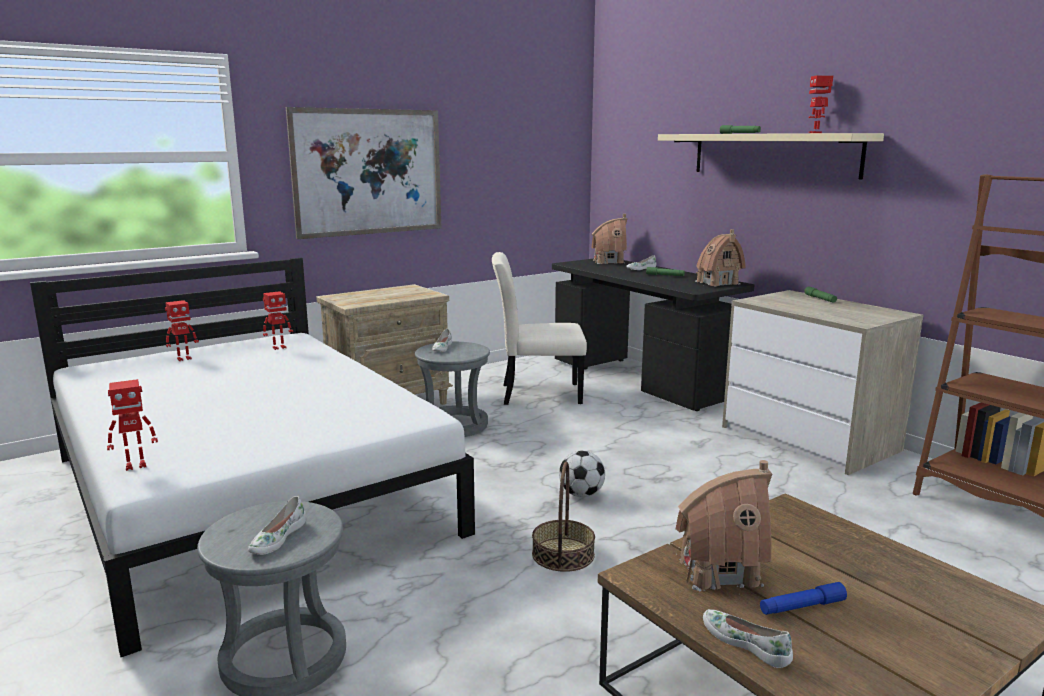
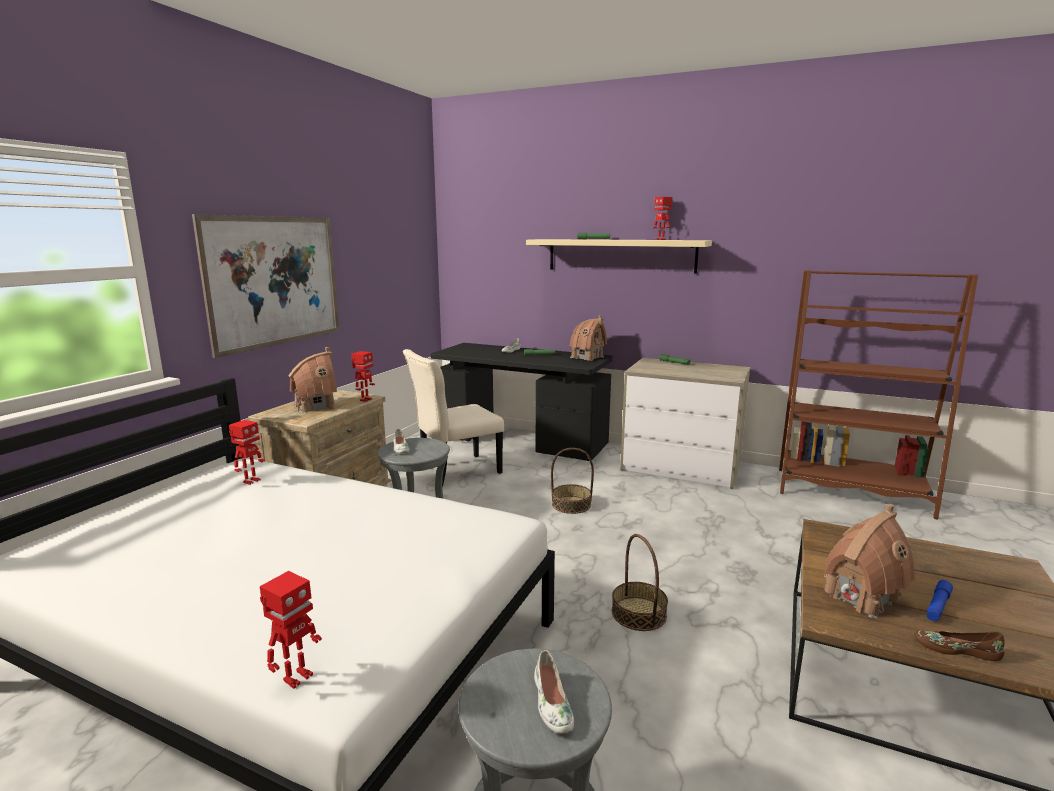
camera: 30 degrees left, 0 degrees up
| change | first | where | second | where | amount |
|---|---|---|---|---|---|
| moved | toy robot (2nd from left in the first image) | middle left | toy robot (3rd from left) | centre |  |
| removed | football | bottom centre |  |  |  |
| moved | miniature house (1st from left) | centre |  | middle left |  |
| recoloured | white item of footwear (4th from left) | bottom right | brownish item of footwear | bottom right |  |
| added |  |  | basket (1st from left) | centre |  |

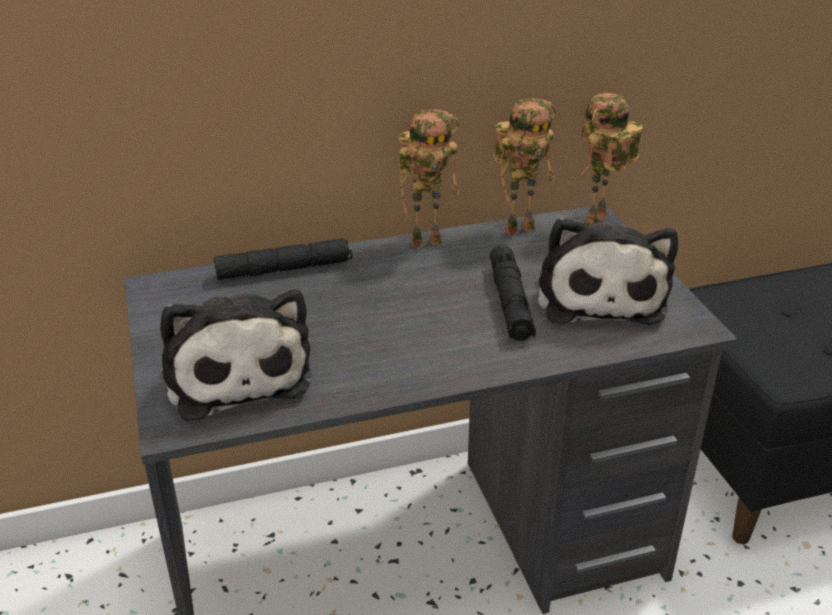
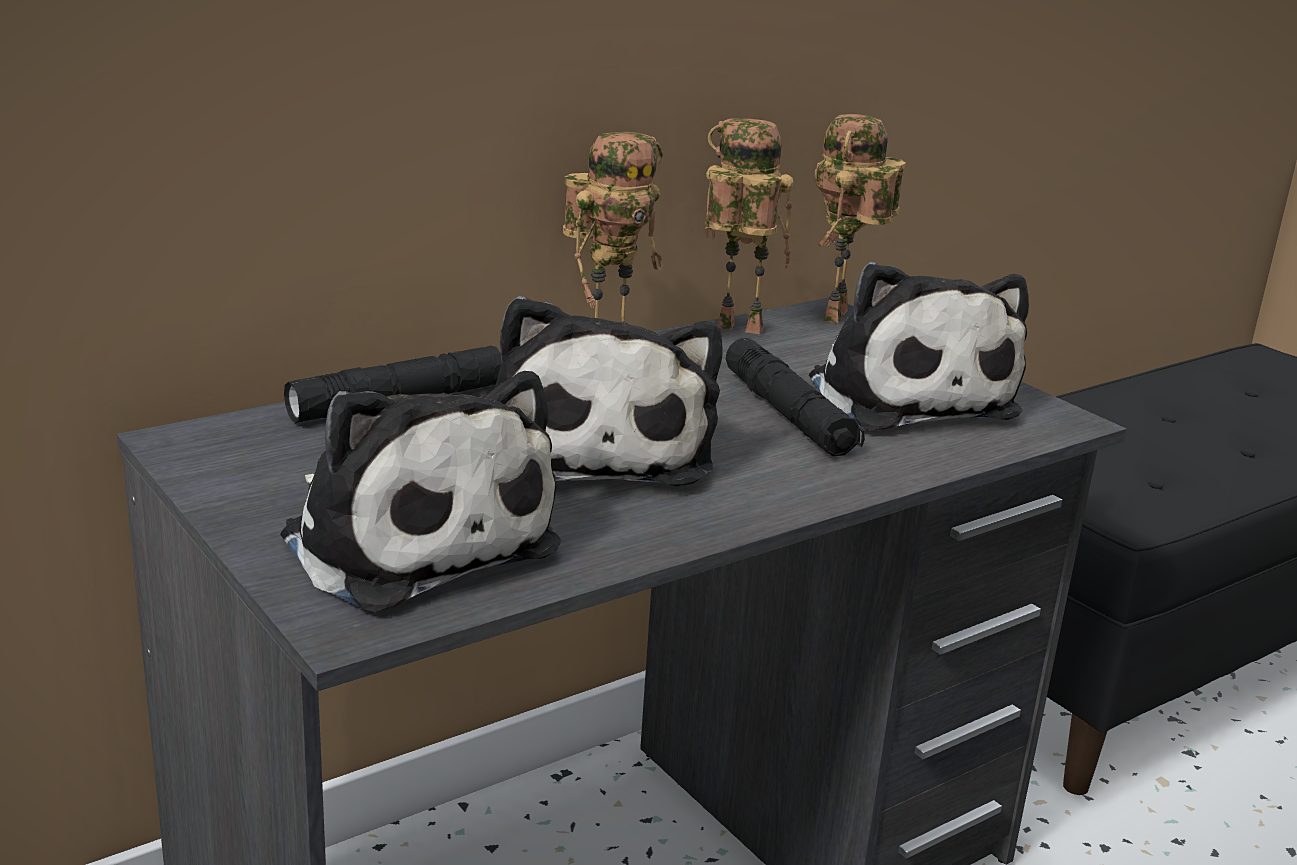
camera: 20 degrees left, 10 degrees down
| change | first | where | second | where | amount |
|---|---|---|---|---|---|
| turned | toy robot (2nd from left) | top centre |  | top centre | 120 degrees counterclockwise |
| added |  |  | soft toy (2nd from left) | centre |  |

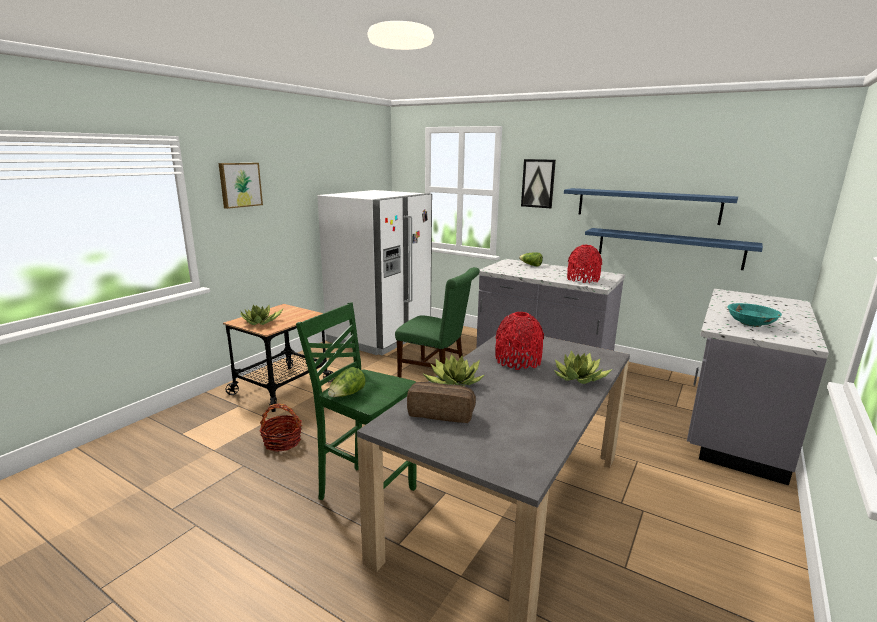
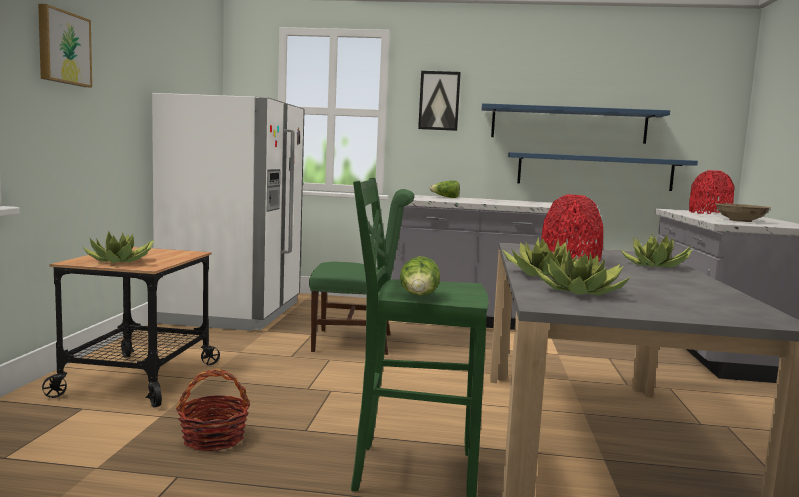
camera: 25 degrees left, 10 degrees down
| change | first | where | second | where | amount |
|---|---|---|---|---|---|
| replaced | bread | centre | houseplant (3rd from left) | middle right |  |
| moved | red decorative vase (2nd from left) | centre |  | middle right |  |
| recoloured | blue-green deep dish | middle right | beige deep dish | middle right |  |

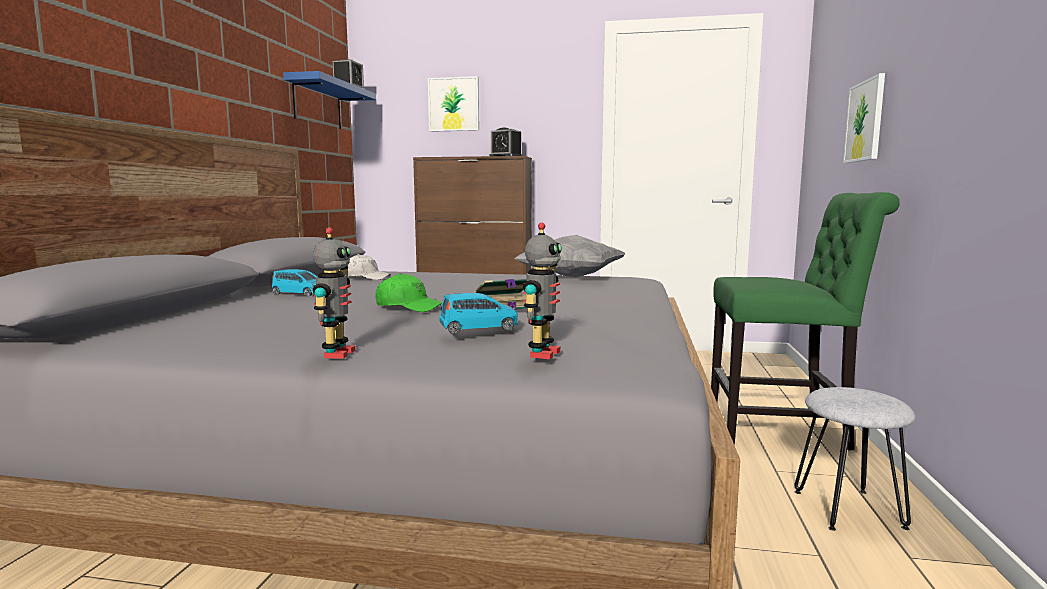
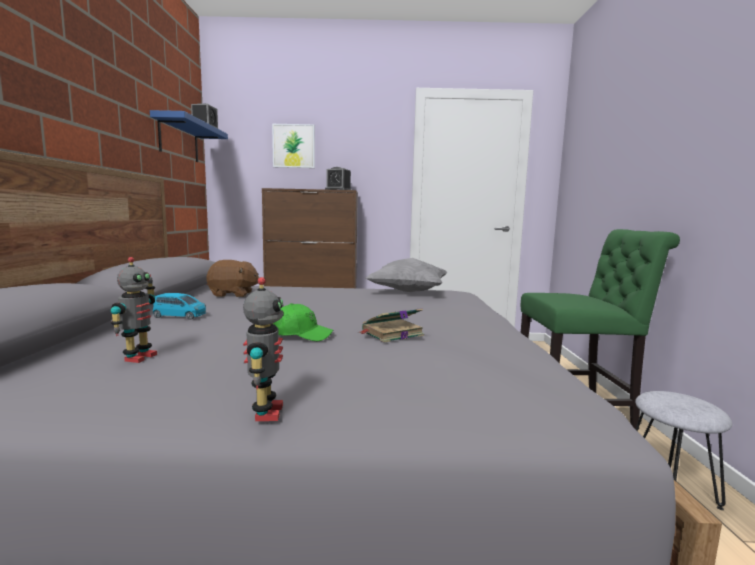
camera: 10 degrees left, 0 degrees up
| change | first | where | second | where | amount |
|---|---|---|---|---|---|
| replaced | white cap | centre | brownish soft toy | middle left |  |
| removed | bluish model car (2nd from left) | centre |  |  |  |
| moved | toy robot (2nd from left in the first image) | centre | toy robot (1st from left) | middle left |  |
| removed | picture (2nd from left) | top right |  |  |  |

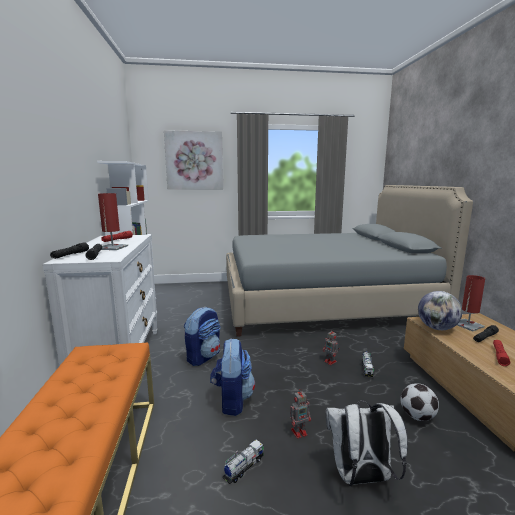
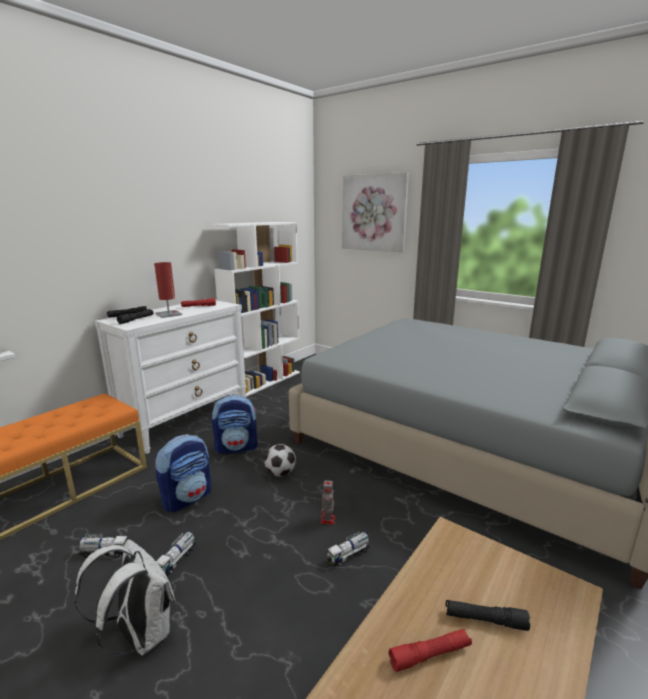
camera: 45 degrees right, 5 degrees up
| change | first | where | second | where | amount |
|---|---|---|---|---|---|
| replaced | toy robot (1st from left) | bottom centre | toy lorry (2nd from left) | bottom left |  |
| moved | football | bottom right |  | centre |  |
| removed | world globe | middle right |  |  |  |
| removed | red table lamp (2nd from left) | middle right |  |  |  |

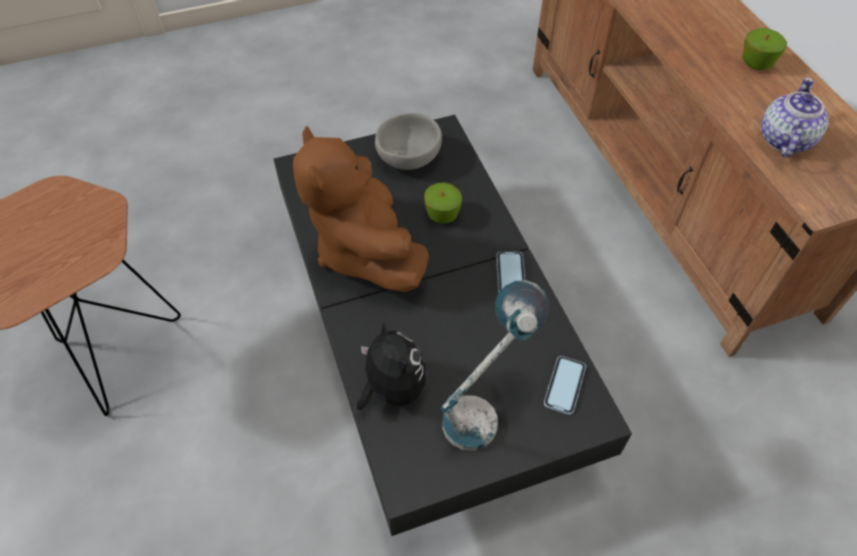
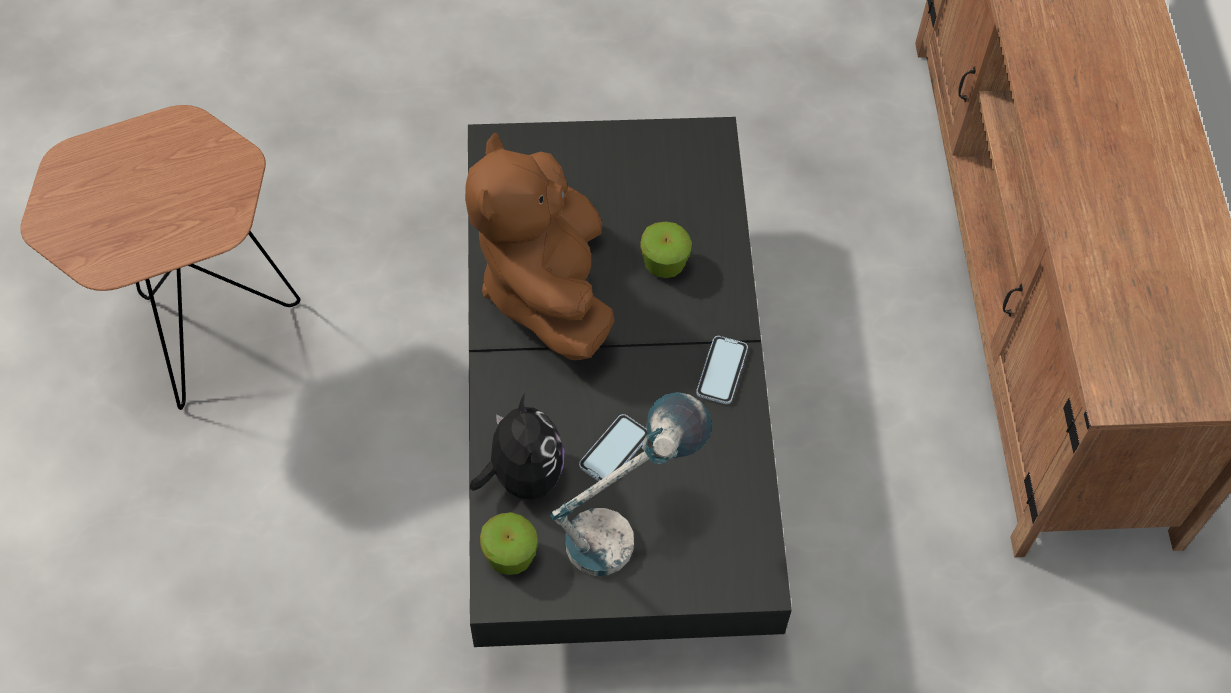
camera: 15 degrees right, 5 degrees up
| change | first | where | second | where | amount |
|---|---|---|---|---|---|
| removed | grey deep dish | top centre |  |  |  |
| moved | handset (2nd from left in the first image) | bottom centre | handset (1st from left) | centre |  |
| moved | apple (2nd from left in the first image) | top right | apple (1st from left) | bottom centre |  |
| removed | tea pot | top right |  |  |  |

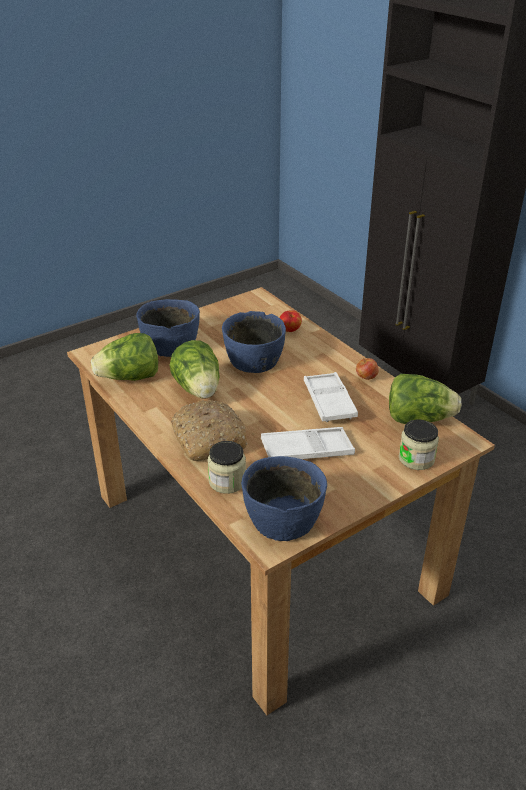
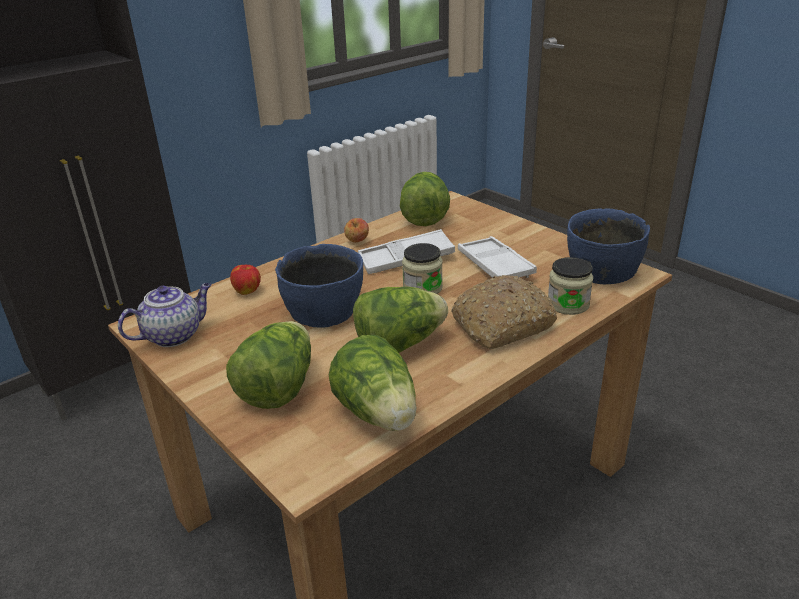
camera: 95 degrees left, 5 degrees down
| change | first | where | second | where | amount |
|---|---|---|---|---|---|
| replaced | bluish deep dish (1st from left) | middle left | lettuce (1st from left) | centre |  |
| moved | storage jar (2nd from left in the first image) | middle right | storage jar (1st from left) | centre |  |
| added |  |  | tea pot | middle left |  |

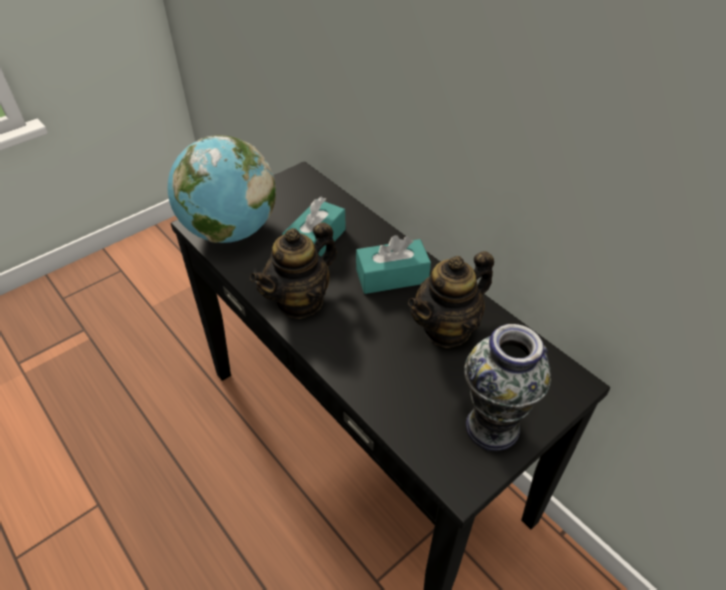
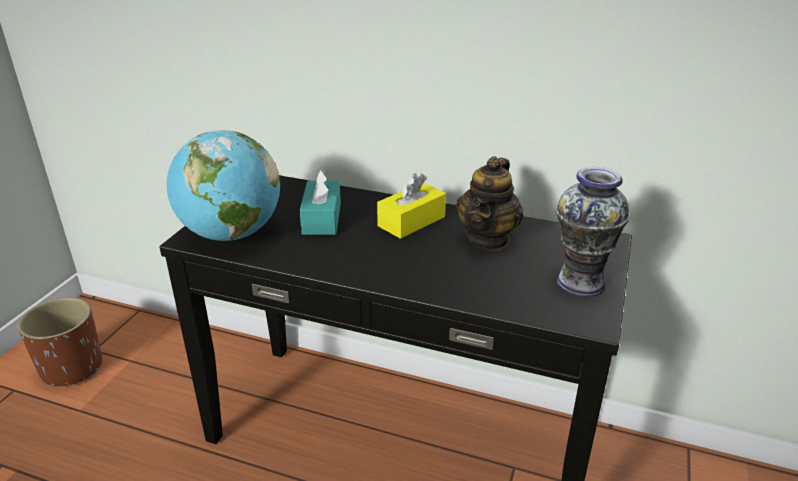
camera: 30 degrees left, 15 degrees down
| change | first | where | second | where | amount |
|---|---|---|---|---|---|
| removed | tea pot (1st from left) | centre |  |  |  |
| recoloured | blue-green tissue holder (2nd from left) | centre | yellowish tissue holder | centre |  |
| added |  |  | brownish planter | bottom left |  |

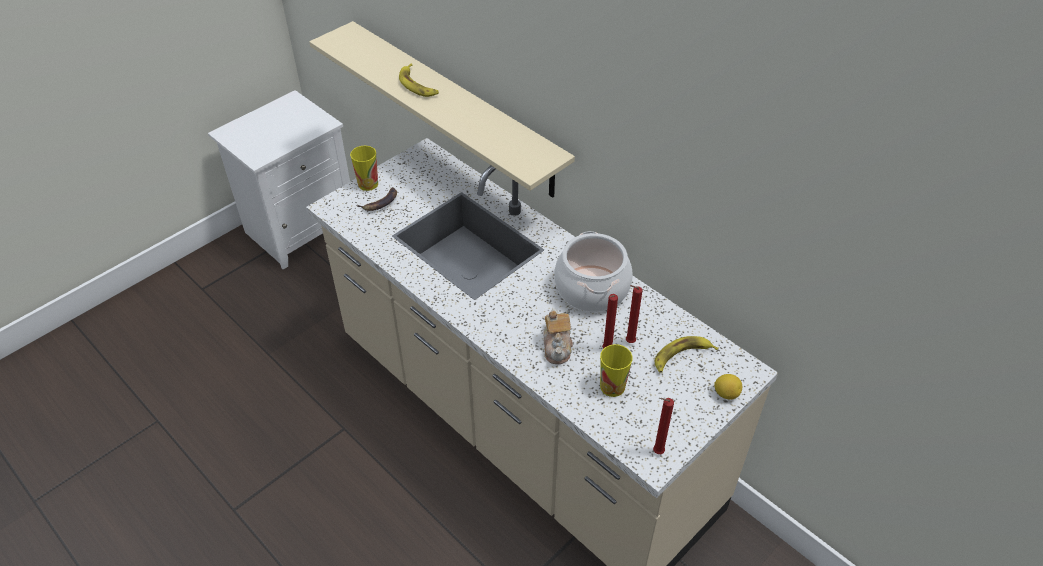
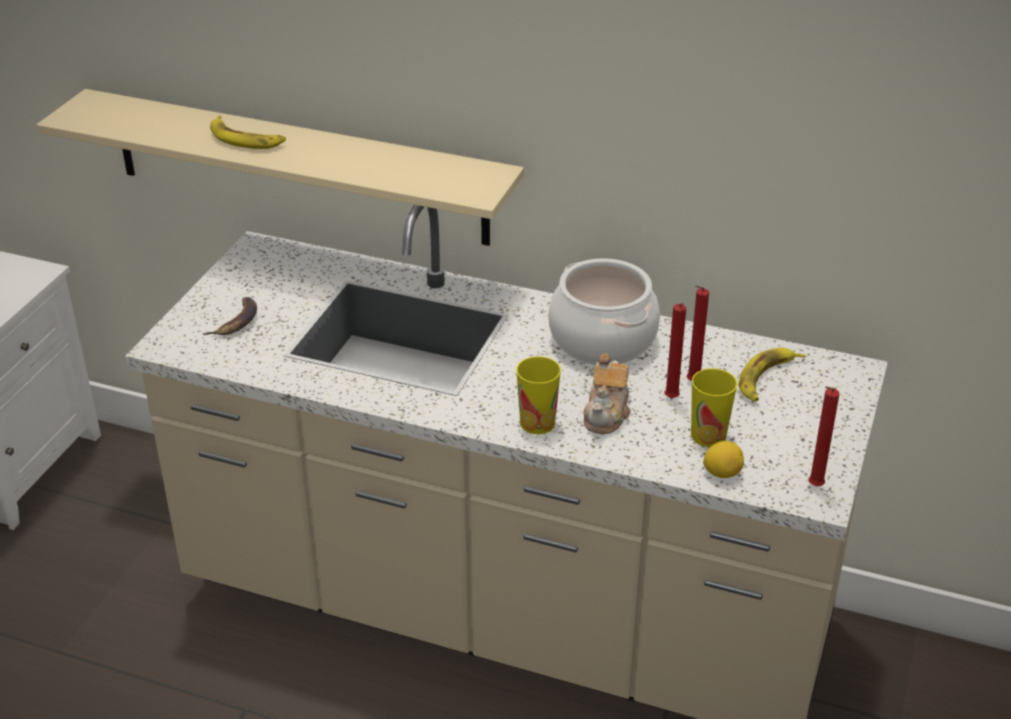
camera: 25 degrees left, 10 degrees down
| change | first | where | second | where | amount |
|---|---|---|---|---|---|
| moved | small cup (1st from left) | top centre |  | centre |  |
| turned | tea pot | centre |  | centre | 45 degrees clockwise |
| moved | lemon | bottom right |  | middle right |  |

